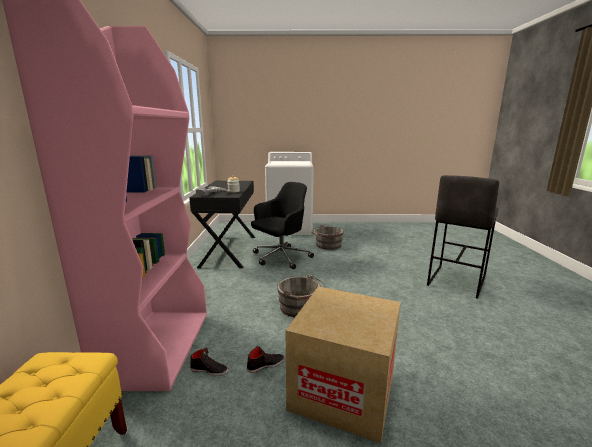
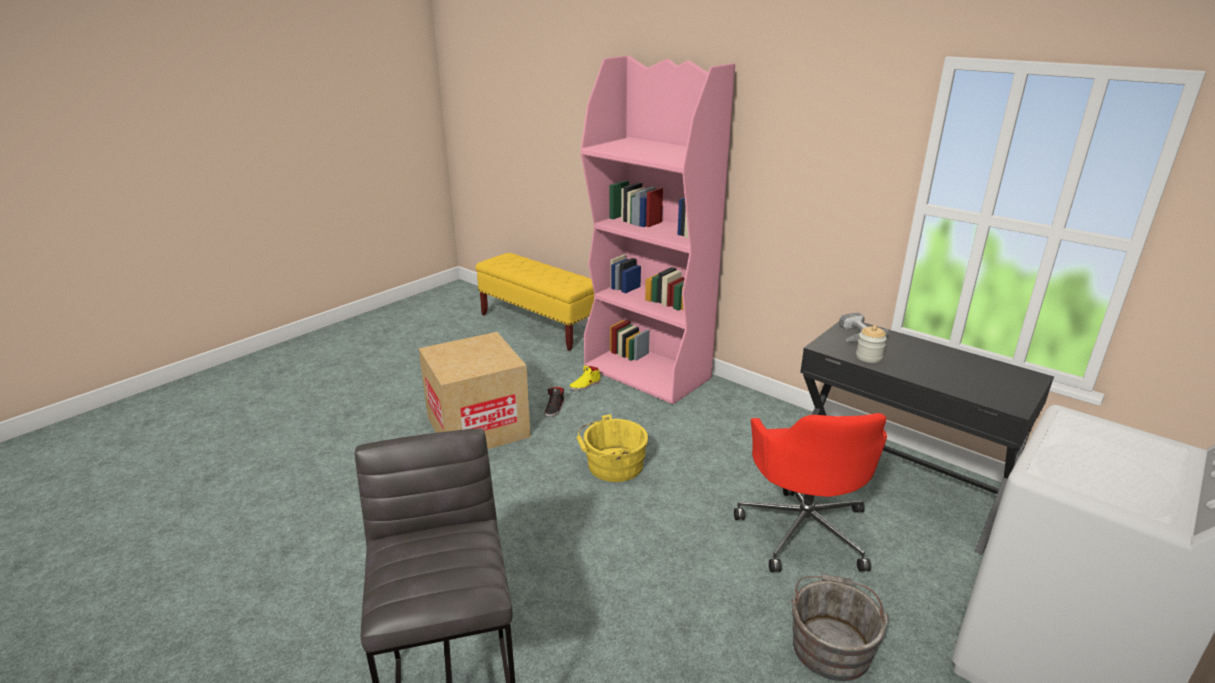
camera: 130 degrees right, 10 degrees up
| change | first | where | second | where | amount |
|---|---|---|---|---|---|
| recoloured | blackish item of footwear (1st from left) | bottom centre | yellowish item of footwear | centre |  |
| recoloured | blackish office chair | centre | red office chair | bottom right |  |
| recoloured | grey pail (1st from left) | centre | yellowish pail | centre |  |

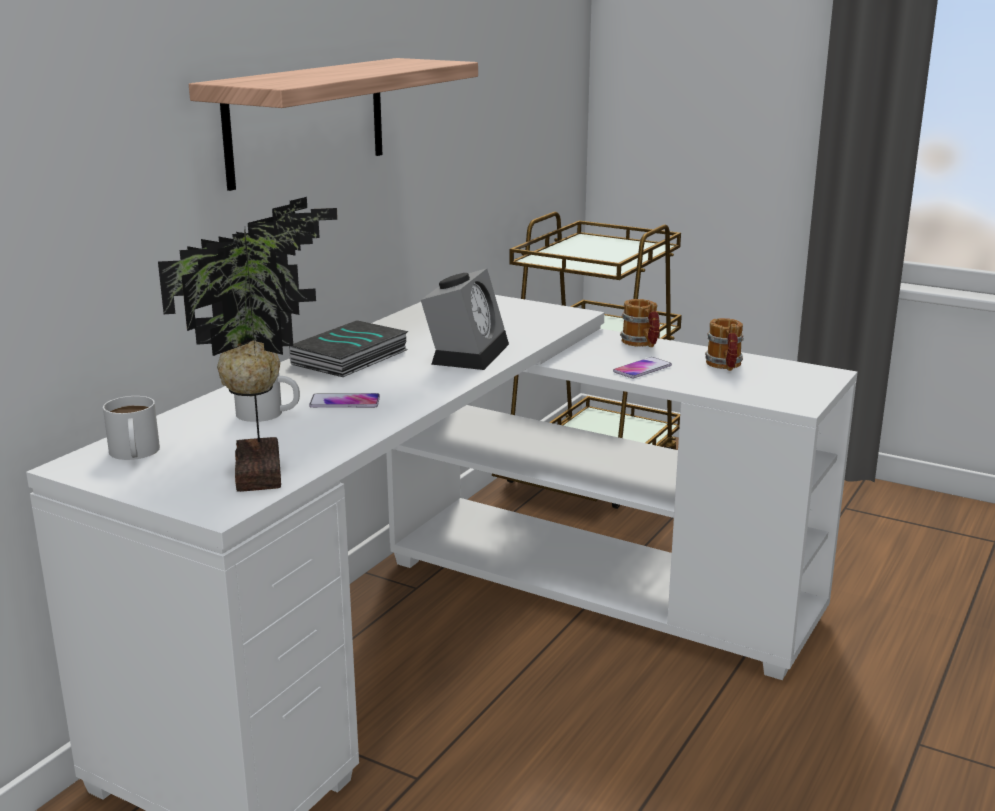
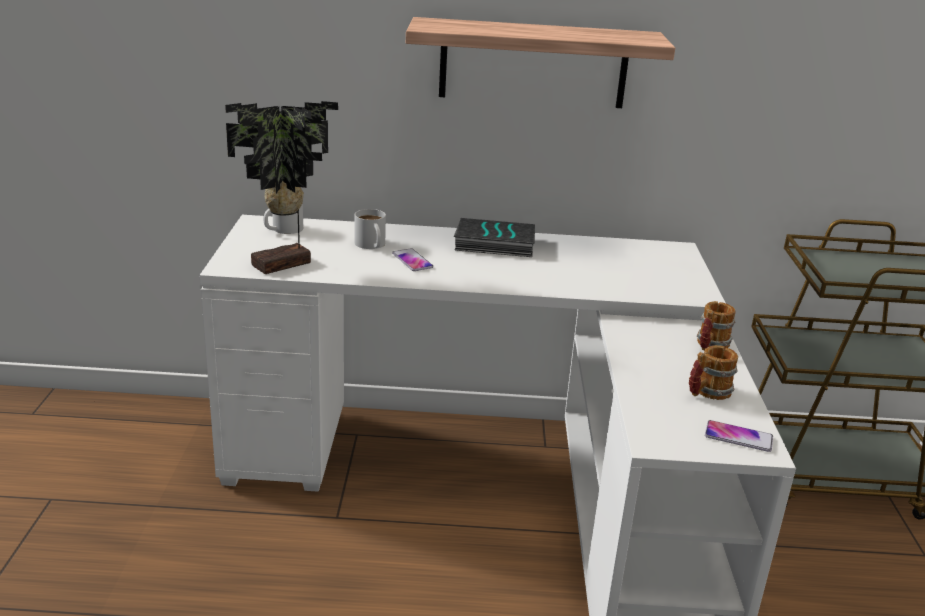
camera: 60 degrees right, 5 degrees up
| change | first | where | second | where | amount |
|---|---|---|---|---|---|
| removed | bedside clock | centre |  |  |  |
| moved | handset (2nd from left) | centre |  | bottom right |  |

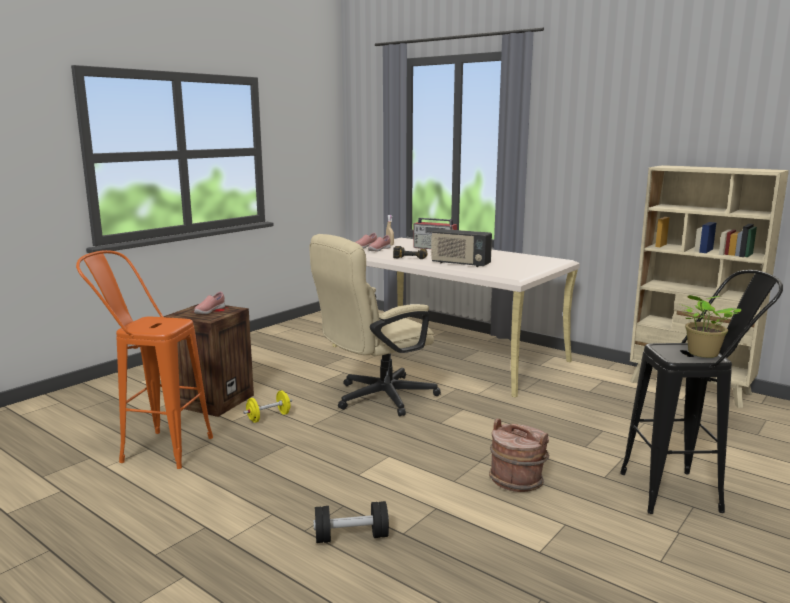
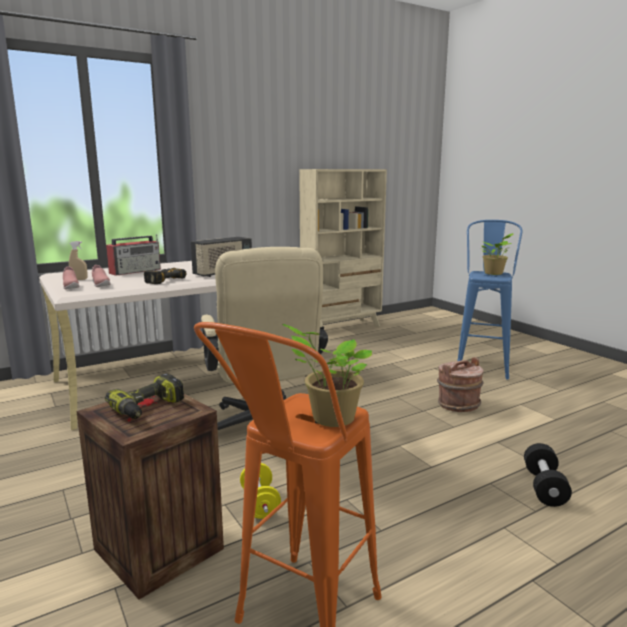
camera: 70 degrees left, 0 degrees up
| change | first | where | second | where | amount |
|---|---|---|---|---|---|
| replaced | pink item of footwear (1st from left) | middle left | power drill (1st from left) | middle left |  |
| recoloured | blackish stool | middle right | bluish stool | middle right |  |
| added |  |  | houseplant (1st from left) | centre |  |

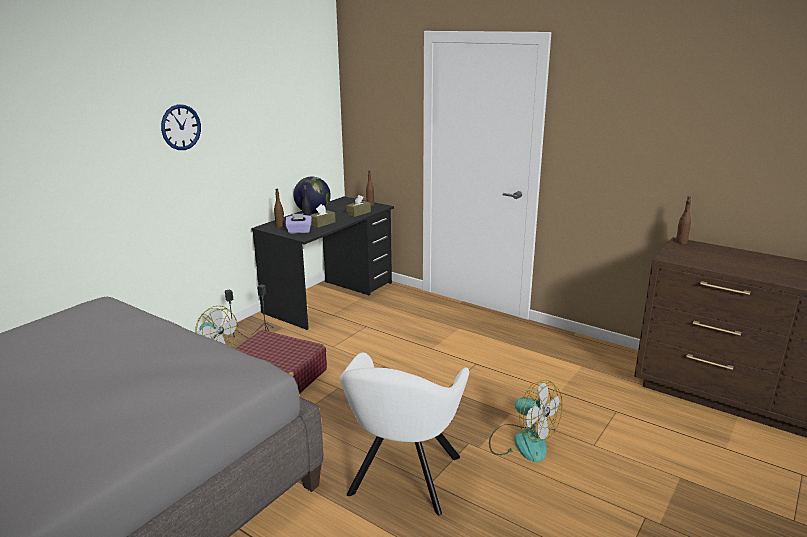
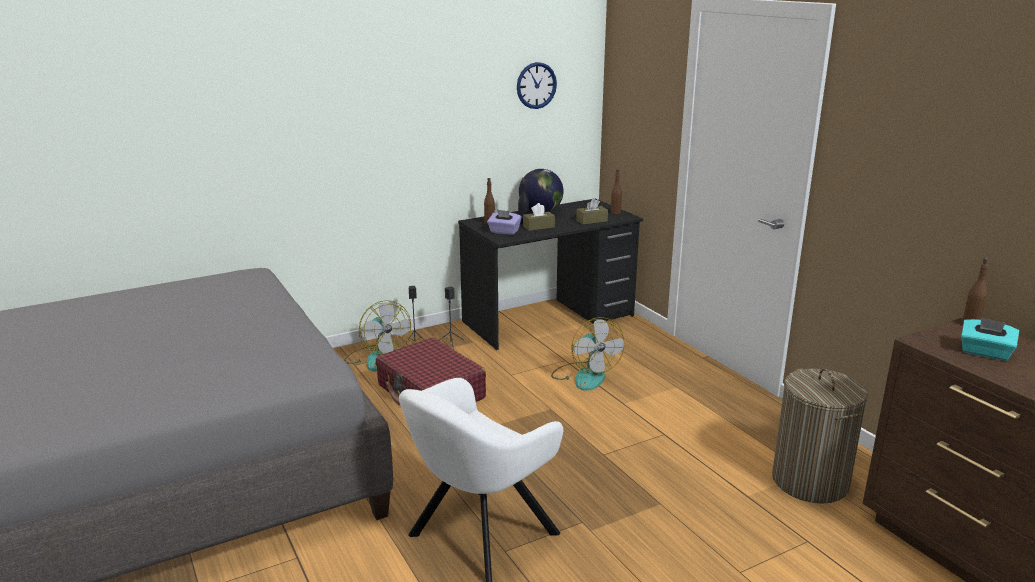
camera: 25 degrees right, 0 degrees up
| change | first | where | second | where | amount |
|---|---|---|---|---|---|
| moved | clock on the wall | top left |  | top centre |  |
| moved | cooling fan (2nd from left) | bottom centre |  | centre |  |
| added |  |  | hamper | bottom right |  |
| added |  |  | blue-green tissue holder | middle right |  |

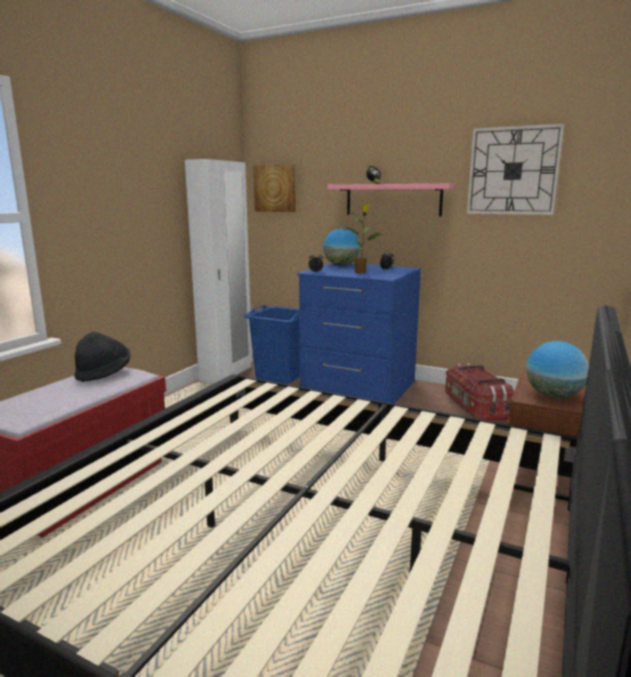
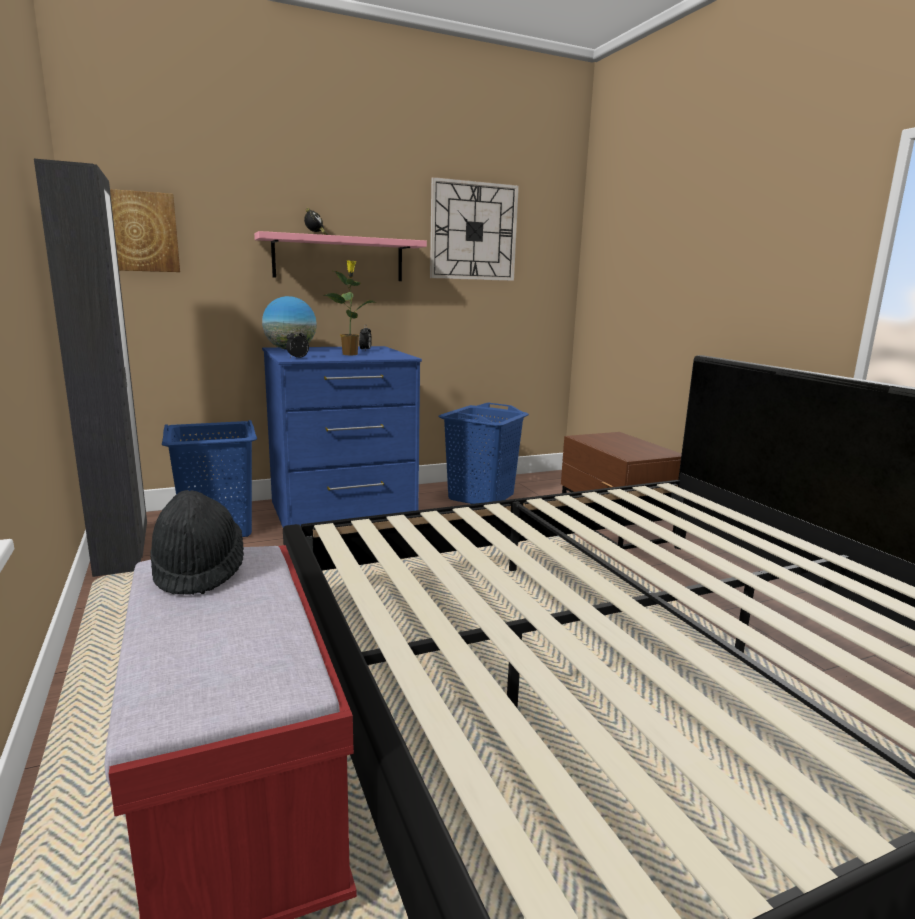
camera: 50 degrees left, 0 degrees up
| change | first | where | second | where | amount |
|---|---|---|---|---|---|
| recoloured | white wardrobe | centre | blackish wardrobe | middle left |  |
| replaced | storage box | middle right | bluish hamper (2nd from left) | centre |  |
| removed | world globe (2nd from left) | middle right |  |  |  |

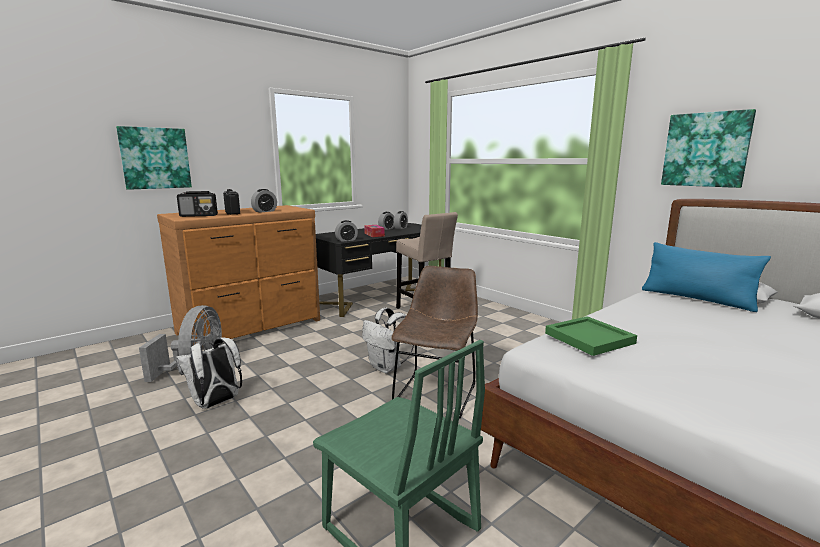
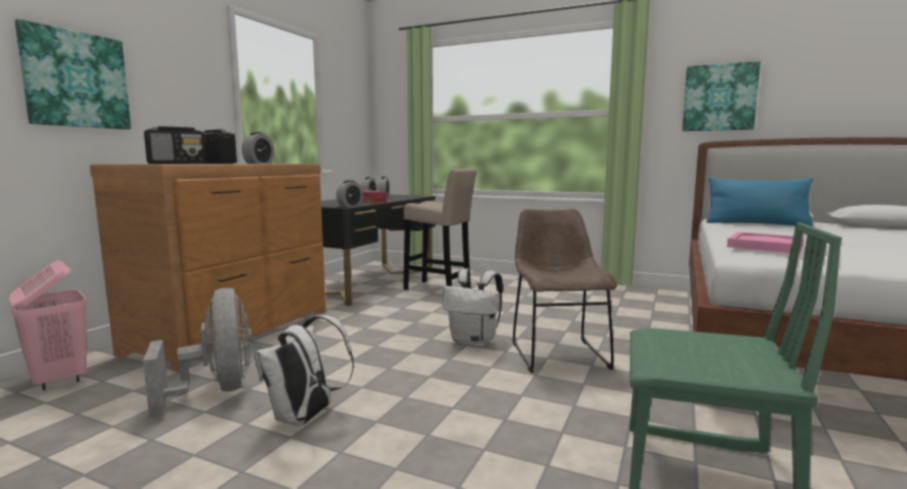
camera: 25 degrees left, 5 degrees down
| change | first | where | second | where | amount |
|---|---|---|---|---|---|
| recoloured | green-coloured serving tray | middle right | pink serving tray | middle right |  |
| added |  |  | pink hamper | middle left |  |

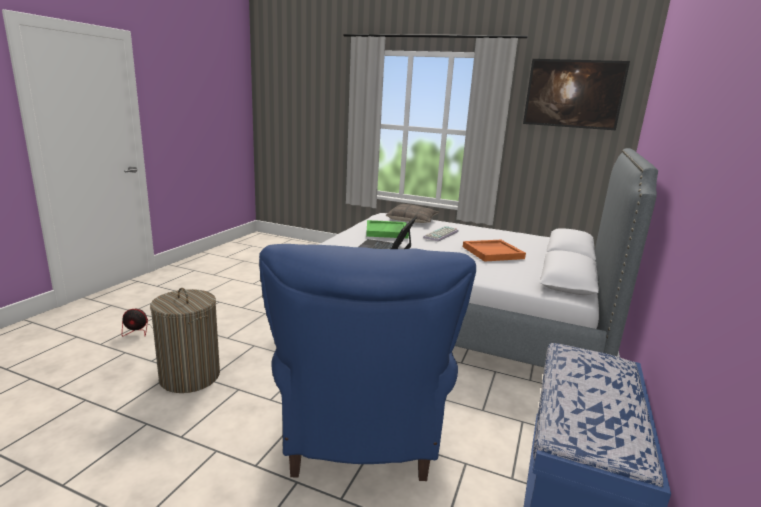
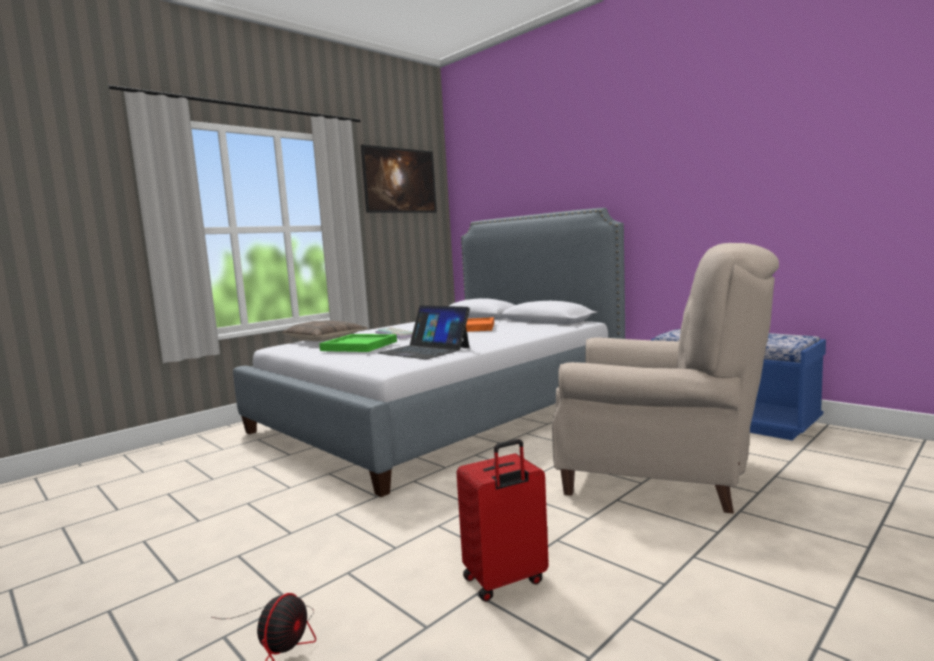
camera: 65 degrees left, 10 degrees down
| change | first | where | second | where | amount |
|---|---|---|---|---|---|
| replaced | hamper | bottom left | red suitcase | bottom centre |  |
| recoloured | bluish lounge chair | bottom centre | beige lounge chair | middle right |  |

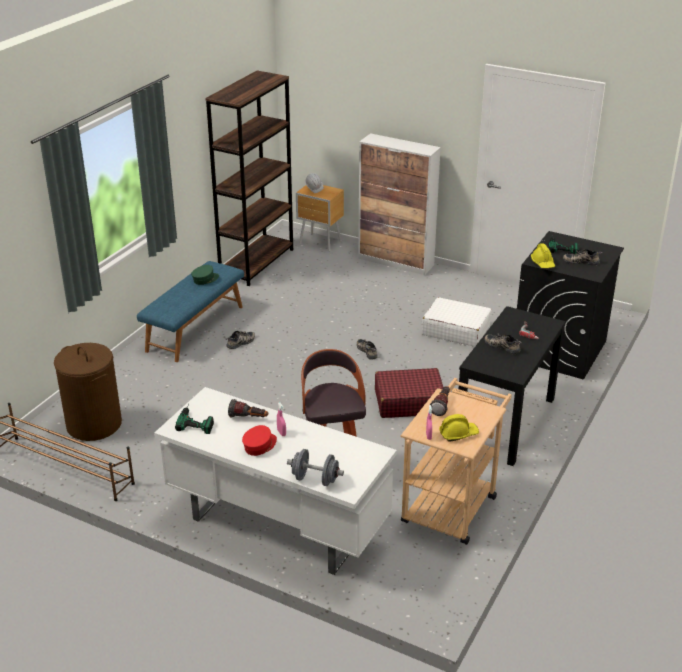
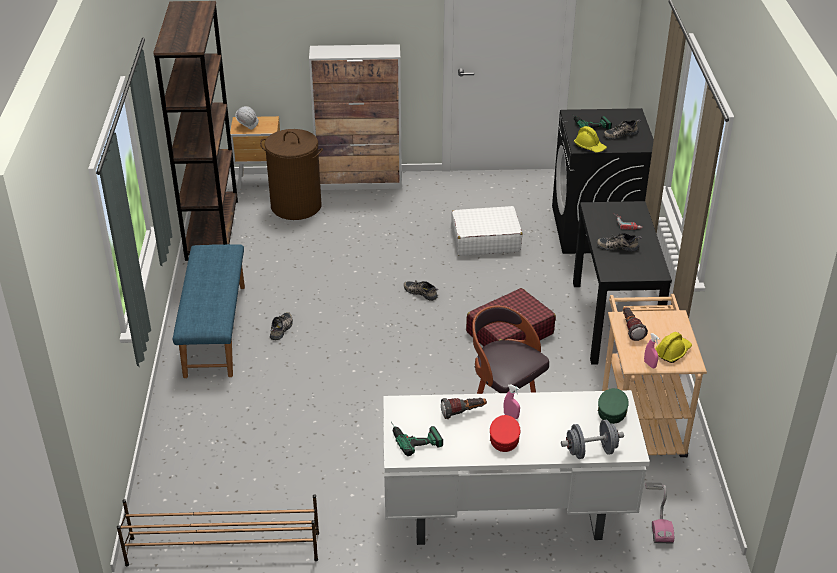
camera: 30 degrees left, 5 degrees up
| change | first | where | second | where | amount |
|---|---|---|---|---|---|
| moved | brownish hamper | middle left |  | top centre |  |
| moved | green-coloured cap | middle left |  | bottom right |  |
| added |  |  | vacuum | bottom right |  |

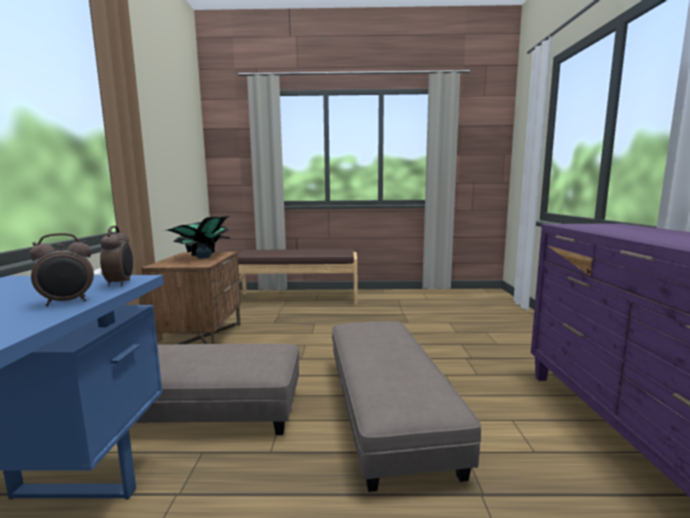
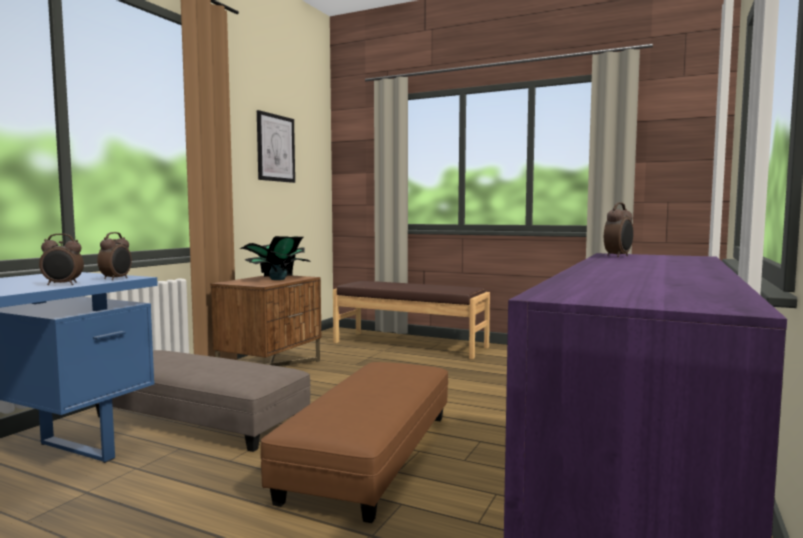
camera: 25 degrees right, 5 degrees down
| change | first | where | second | where | amount |
|---|---|---|---|---|---|
| recoloured | grey pouffe (2nd from left) | bottom centre | brownish pouffe | bottom centre |  |
| added |  |  | picture | top centre |  |
| added |  |  | bedside clock (3rd from left) | middle right |  |

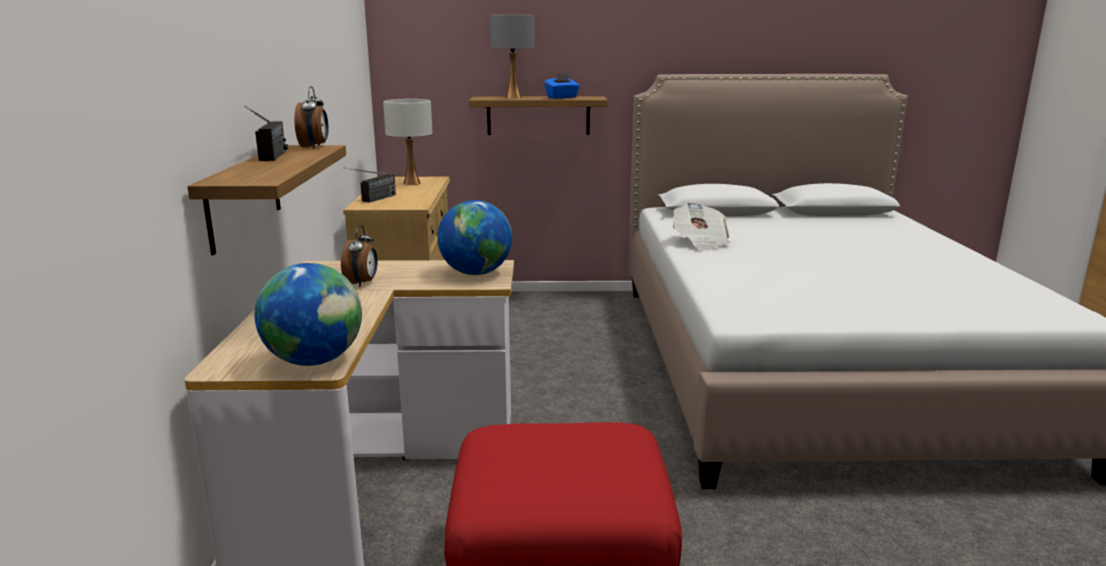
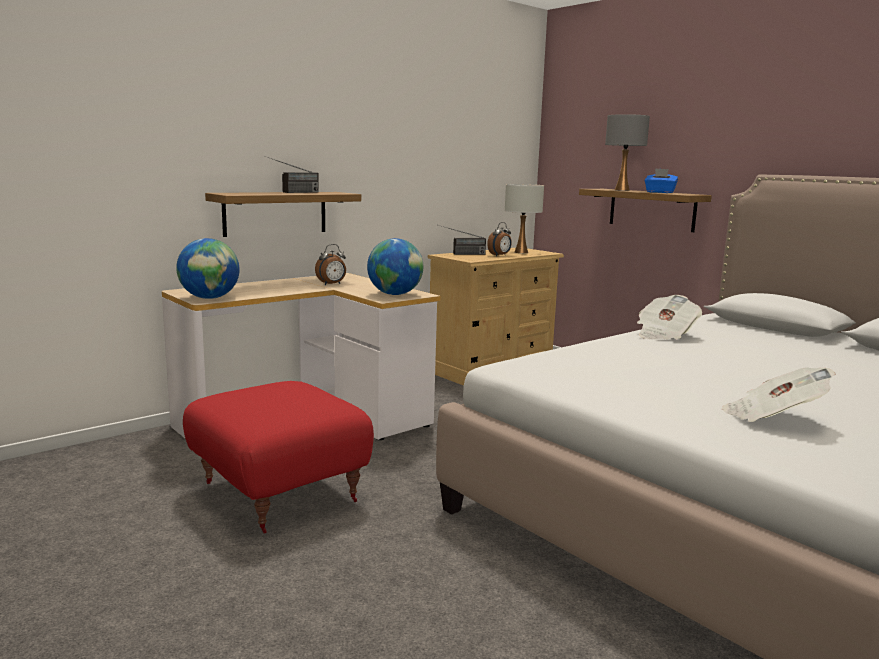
camera: 50 degrees right, 5 degrees down
| change | first | where | second | where | amount |
|---|---|---|---|---|---|
| moved | bedside clock (1st from left in the first image) | top left | bedside clock (2nd from left) | centre |  |
| added |  |  | printed paper (2nd from left) | middle right |  |

